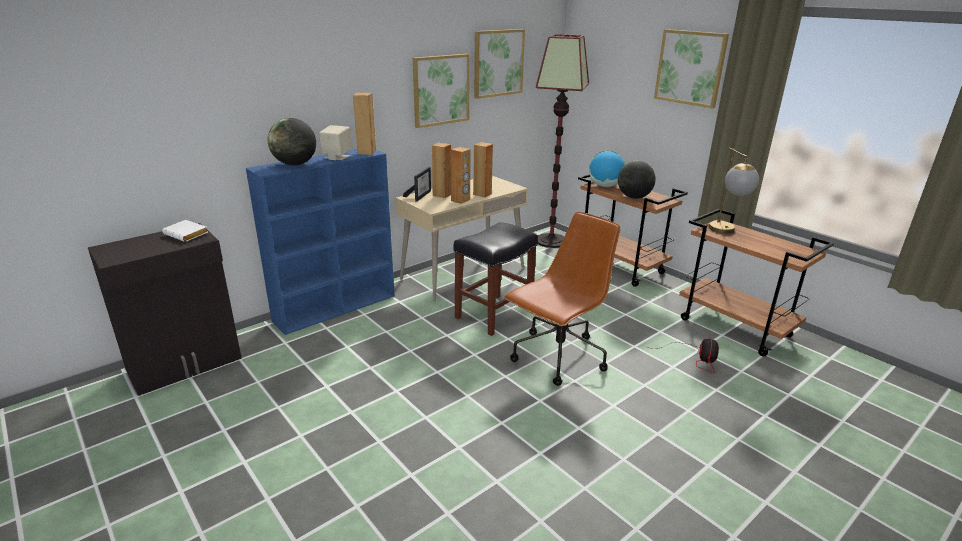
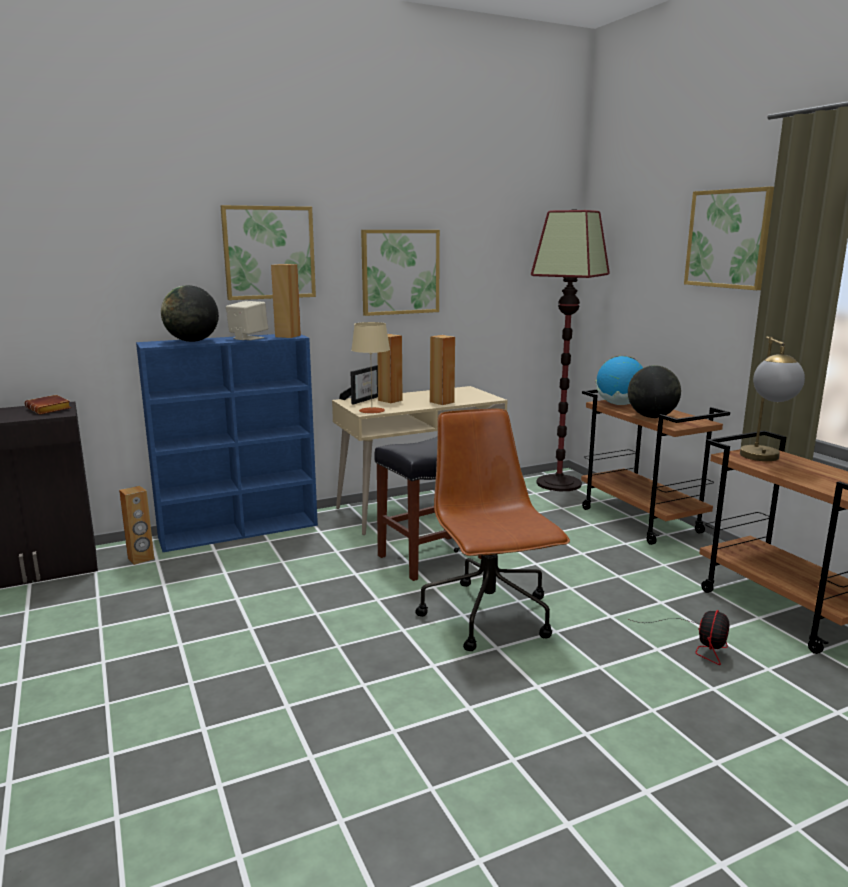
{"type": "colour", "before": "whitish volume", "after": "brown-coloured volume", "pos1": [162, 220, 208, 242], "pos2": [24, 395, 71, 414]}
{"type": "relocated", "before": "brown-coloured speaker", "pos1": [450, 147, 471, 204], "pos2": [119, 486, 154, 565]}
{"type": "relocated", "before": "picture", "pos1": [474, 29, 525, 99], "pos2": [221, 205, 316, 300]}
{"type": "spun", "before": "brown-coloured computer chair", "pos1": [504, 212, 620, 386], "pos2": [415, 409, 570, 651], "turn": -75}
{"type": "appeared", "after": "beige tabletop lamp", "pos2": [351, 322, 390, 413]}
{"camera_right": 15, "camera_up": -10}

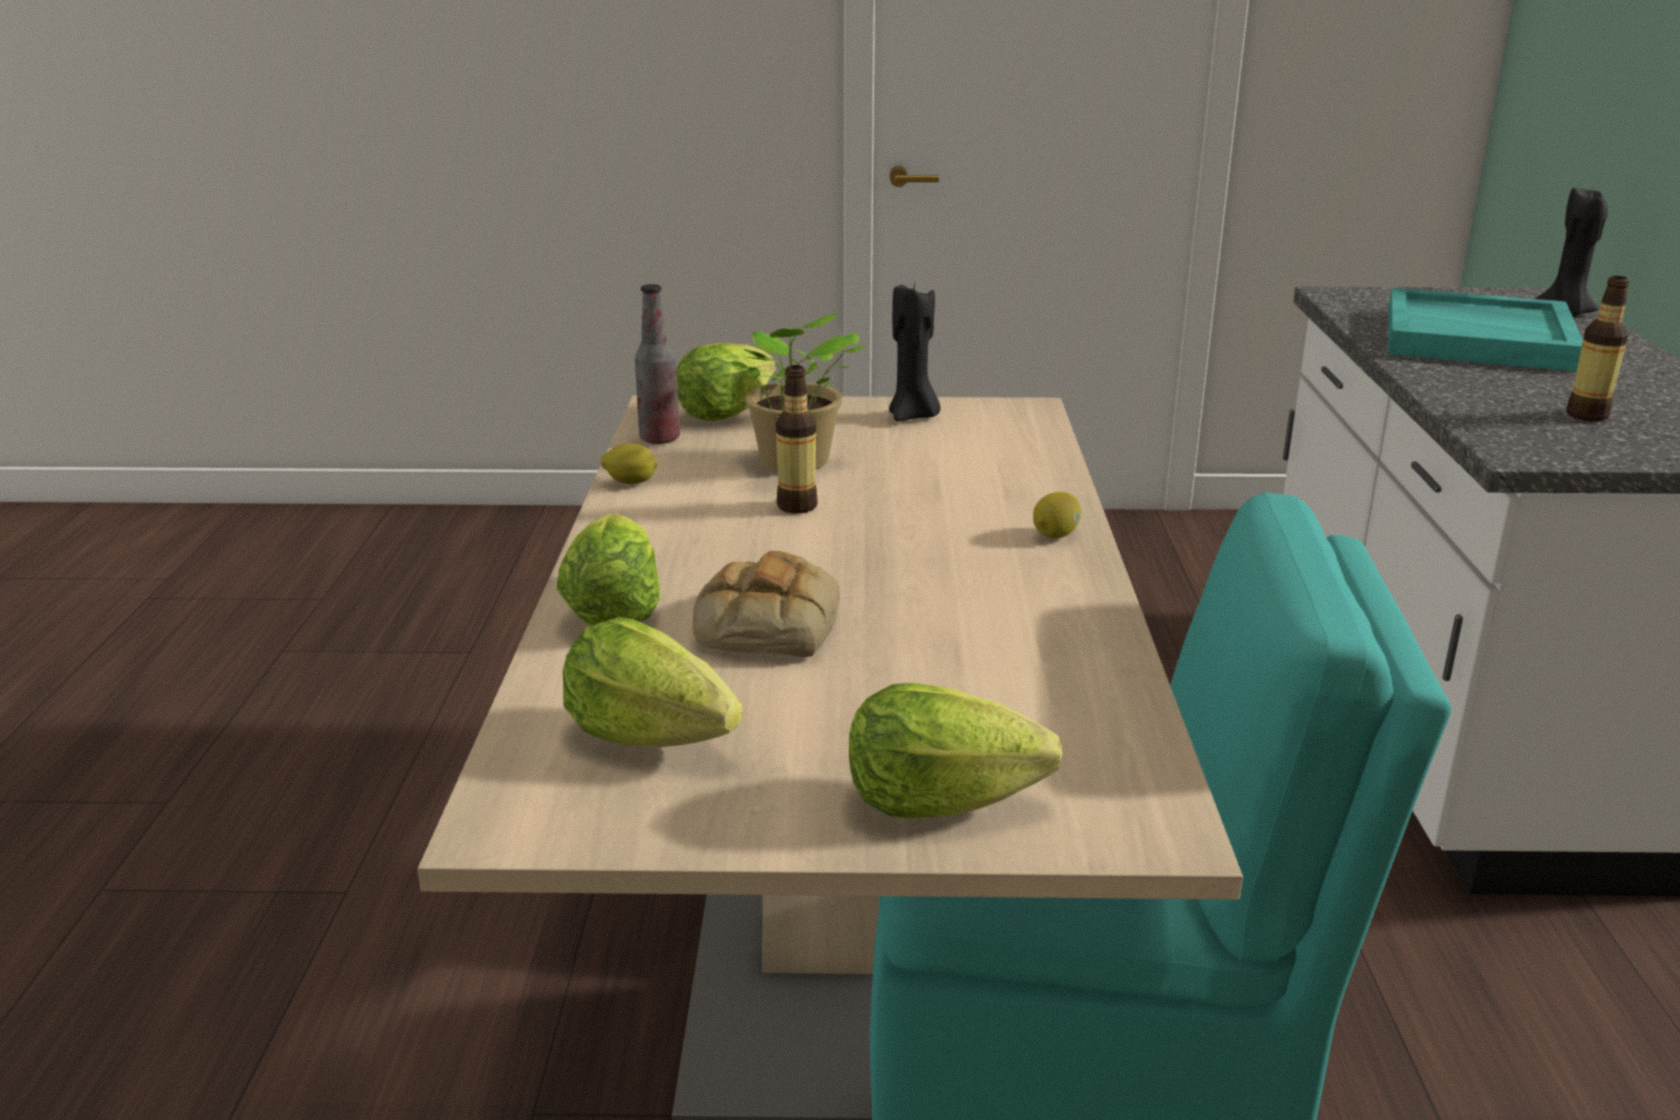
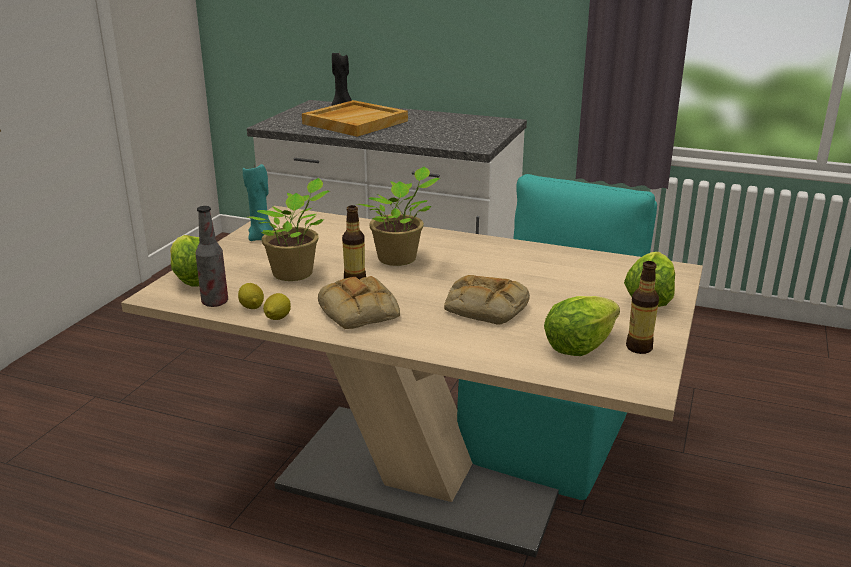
{"type": "missing", "before": "lettuce head", "pos1": [557, 513, 660, 625]}
{"type": "colour", "before": "black-coloured wax light", "after": "blue-green wax light", "pos1": [889, 280, 941, 421], "pos2": [243, 164, 273, 241]}
{"type": "relocated", "before": "lemon", "pos1": [1033, 492, 1081, 538], "pos2": [238, 283, 264, 309]}
{"type": "colour", "before": "blue-green tray", "after": "beige tray", "pos1": [1388, 288, 1583, 372], "pos2": [302, 100, 408, 137]}
{"type": "relocated", "before": "bottle", "pos1": [1567, 276, 1630, 422], "pos2": [626, 261, 659, 354]}
{"type": "appeared", "after": "bakery bread", "pos2": [318, 276, 400, 329]}
{"type": "appeared", "after": "plant in a pot", "pos2": [357, 166, 441, 266]}
{"camera_right": -70, "camera_up": 0}

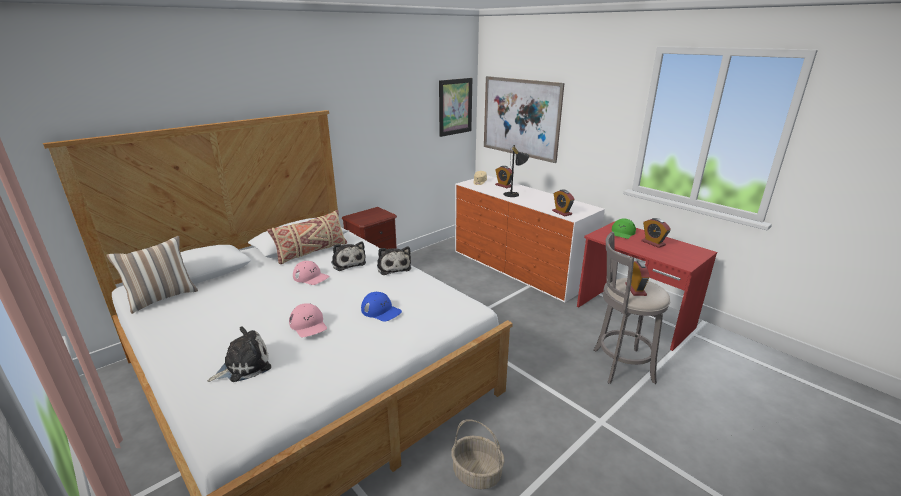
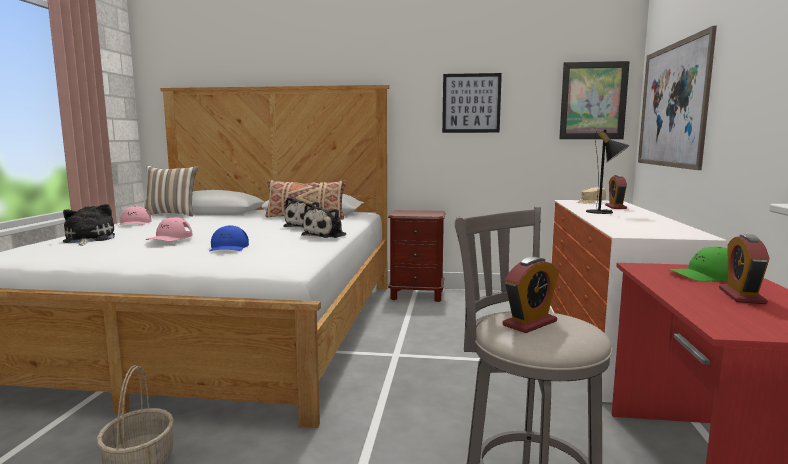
{"type": "spun", "before": "plush toy", "pos1": [207, 326, 271, 382], "pos2": [63, 204, 115, 246], "turn": -120}
{"type": "relocated", "before": "pink-coloured cap", "pos1": [293, 261, 329, 285], "pos2": [120, 206, 152, 225]}
{"type": "missing", "before": "table clock", "pos1": [552, 189, 575, 216]}
{"type": "appeared", "after": "picture", "pos2": [442, 73, 502, 133]}
{"camera_right": 50, "camera_up": -15}

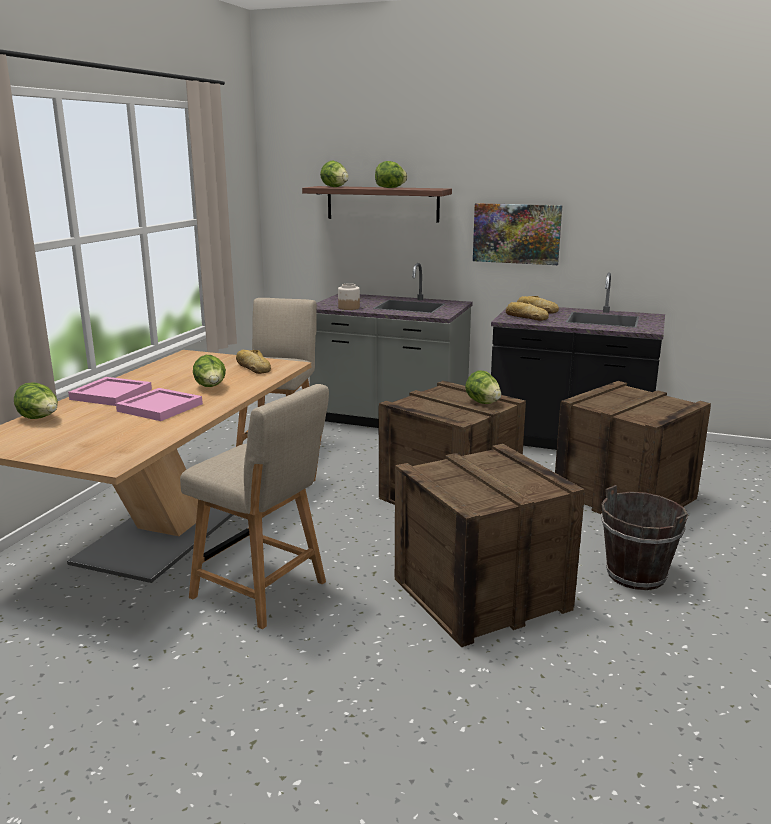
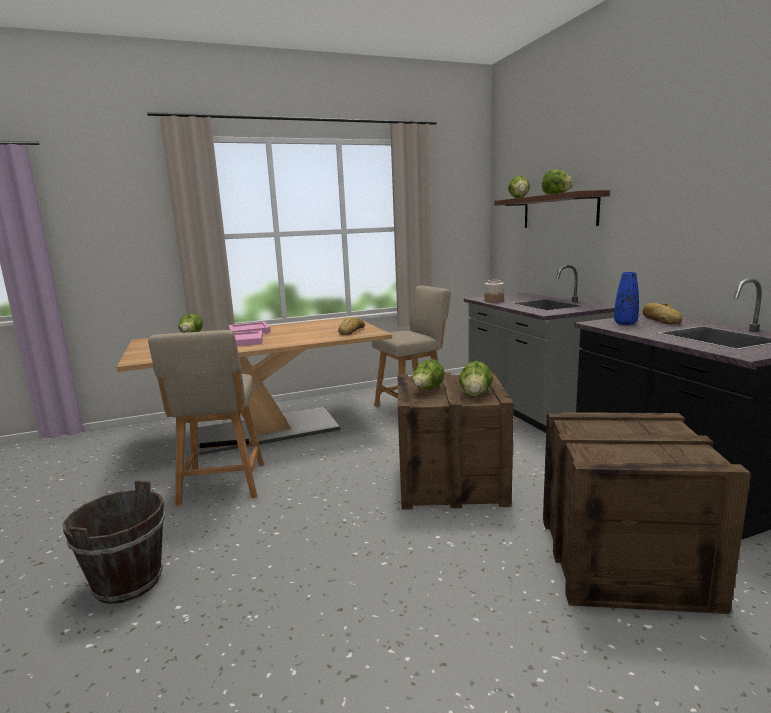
{"type": "relocated", "before": "lettuce head", "pos1": [193, 355, 226, 387], "pos2": [412, 359, 445, 390]}
{"type": "missing", "before": "crate", "pos1": [395, 444, 585, 647]}
{"type": "missing", "before": "picture", "pos1": [473, 203, 563, 265]}
{"type": "exchanged", "before": "bakery bread", "after": "bluish vase", "pos1": [506, 302, 549, 321], "pos2": [614, 272, 639, 325]}
{"type": "relocated", "before": "brown-coloured pail", "pos1": [601, 485, 688, 590], "pos2": [63, 480, 165, 604]}
{"camera_right": 50, "camera_up": -5}

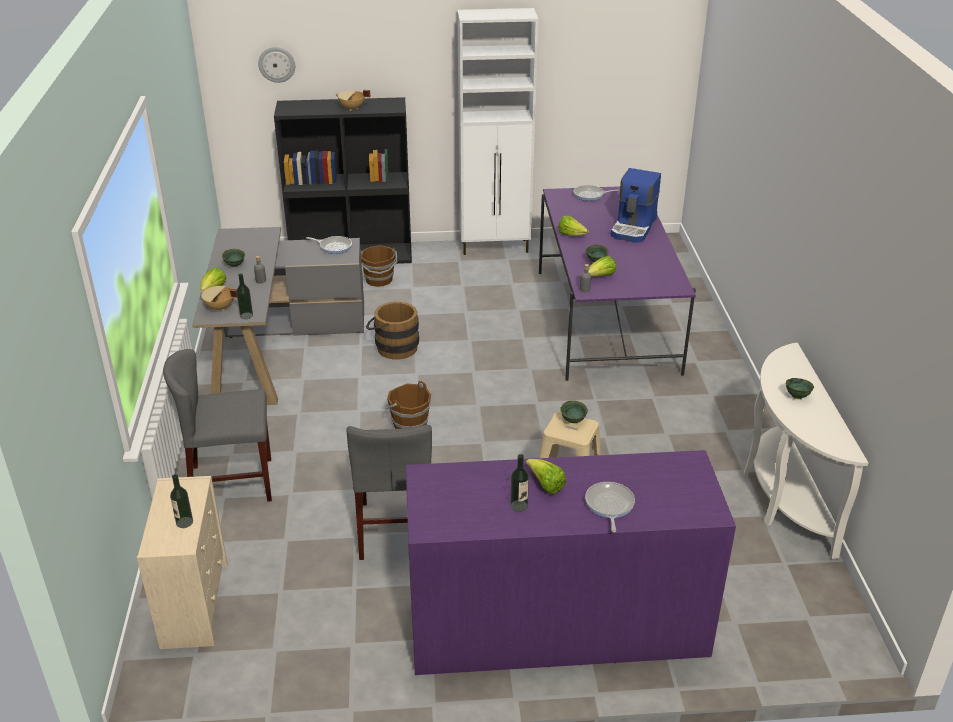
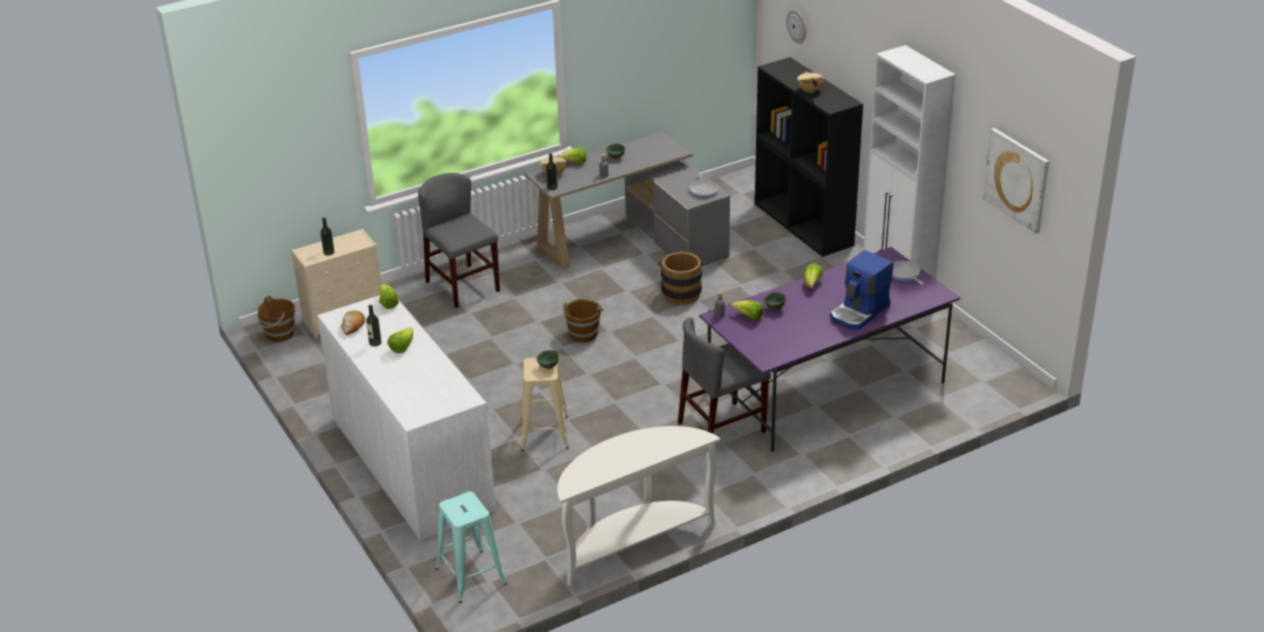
{"type": "relocated", "before": "greyish plain chair", "pos1": [346, 425, 432, 560], "pos2": [678, 317, 771, 434]}
{"type": "relocated", "before": "brown-coloured pail", "pos1": [361, 245, 397, 287], "pos2": [257, 296, 295, 342]}
{"type": "colour", "before": "purple dresser", "after": "whitish dresser", "pos1": [406, 450, 736, 675], "pos2": [317, 295, 496, 540]}
{"type": "missing", "before": "pan", "pos1": [585, 482, 635, 532]}
{"type": "spun", "before": "coffee maker", "pos1": [611, 168, 661, 243], "pos2": [830, 250, 893, 330], "turn": -45}
{"type": "missing", "before": "green-coloured deep dish", "pos1": [786, 378, 814, 399]}
{"type": "appeared", "after": "bakery bread", "pos2": [341, 311, 365, 335]}
{"type": "appeared", "after": "lettuce head", "pos2": [379, 284, 399, 309]}
{"type": "appeared", "after": "blue-green stool", "pos2": [435, 491, 507, 603]}
{"type": "appeared", "after": "picture", "pos2": [983, 128, 1049, 233]}
{"camera_right": 65, "camera_up": 0}

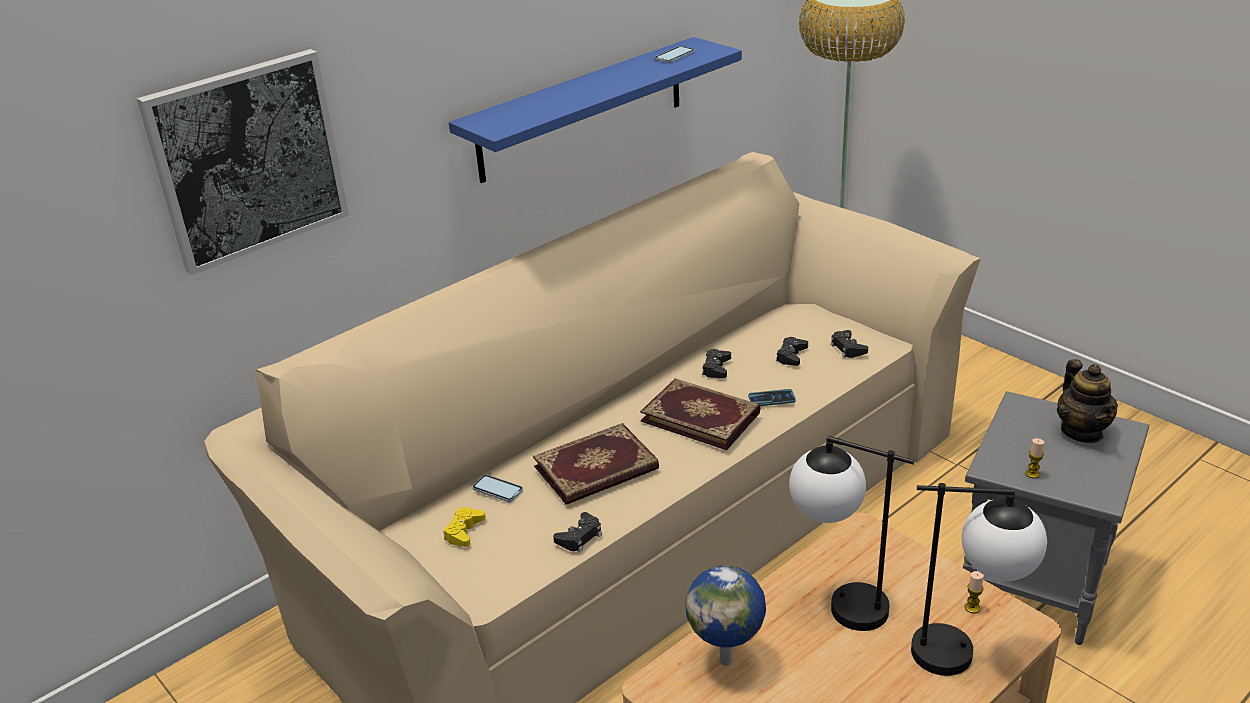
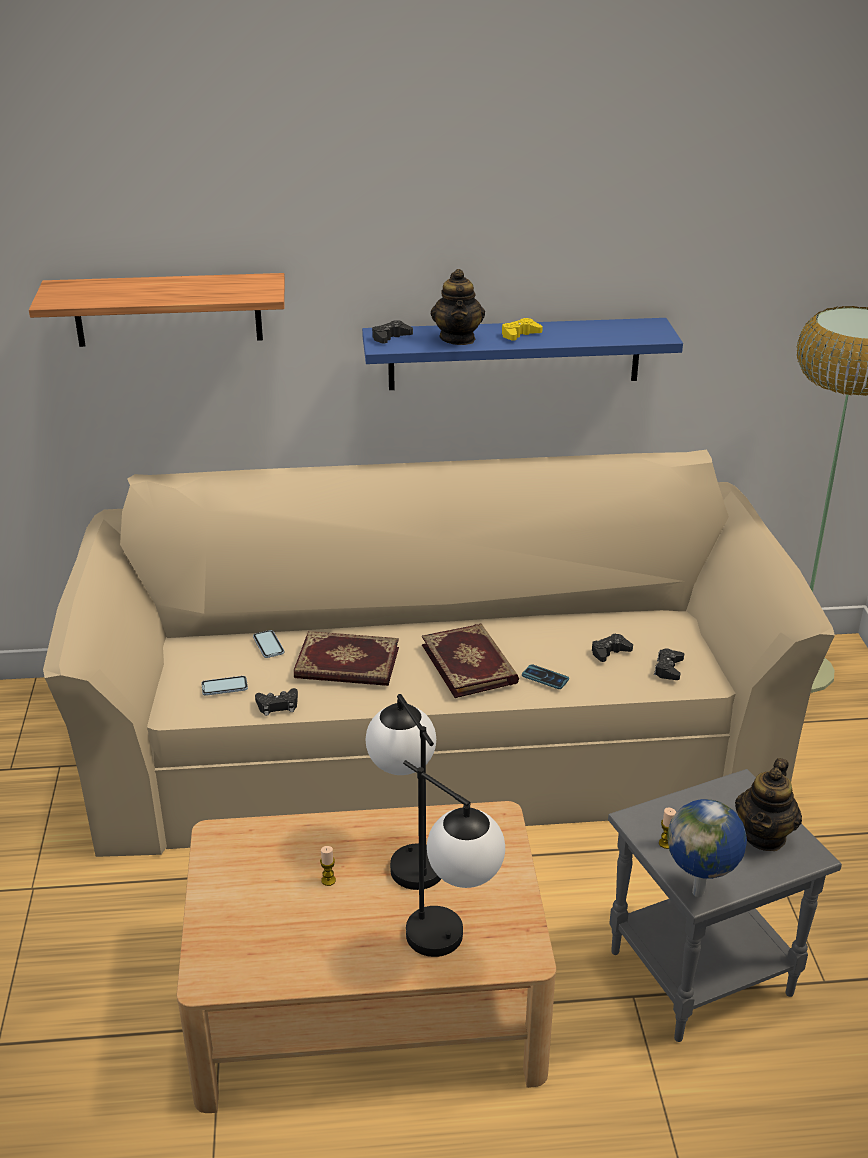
{"type": "exchanged", "before": "picture", "after": "shelf", "pos1": [137, 49, 349, 275], "pos2": [29, 273, 285, 347]}
{"type": "relocated", "before": "yellow-coloured joypad", "pos1": [443, 507, 486, 547], "pos2": [502, 318, 543, 341]}
{"type": "relocated", "before": "handset", "pos1": [654, 46, 695, 63], "pos2": [201, 676, 248, 696]}
{"type": "relocated", "before": "world globe", "pos1": [686, 565, 766, 666], "pos2": [667, 799, 747, 897]}
{"type": "relocated", "before": "black-coloured joypad", "pos1": [702, 349, 731, 378], "pos2": [372, 320, 413, 344]}
{"type": "relocated", "before": "wax light", "pos1": [965, 571, 984, 613], "pos2": [320, 846, 336, 886]}
{"type": "appeared", "after": "tea pot", "pos2": [431, 269, 485, 345]}
{"camera_right": 35, "camera_up": 0}

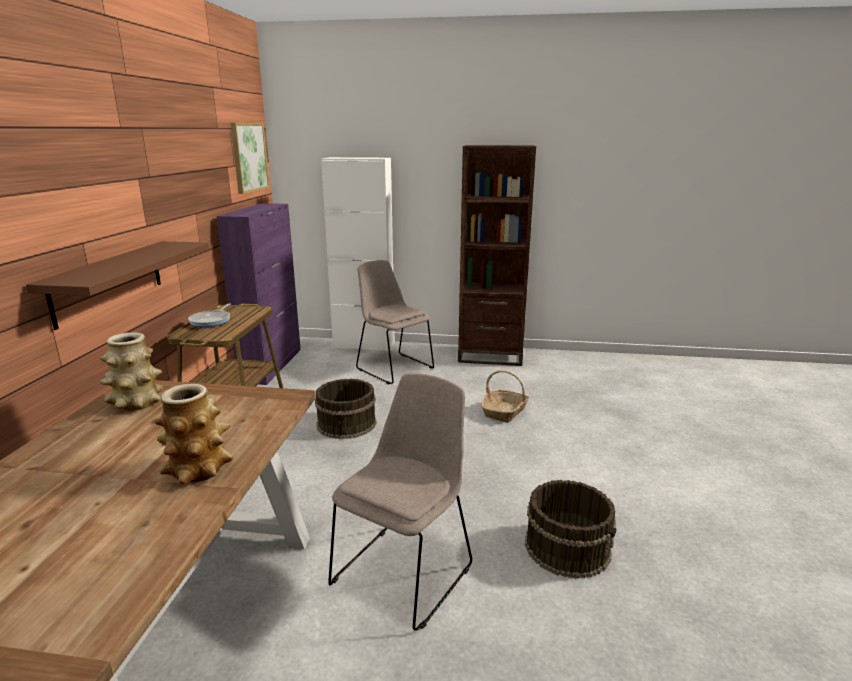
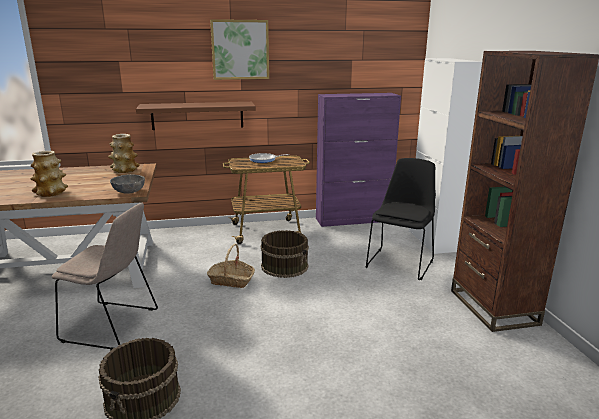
{"type": "relocated", "before": "picture", "pos1": [231, 123, 270, 194], "pos2": [210, 19, 269, 80]}
{"type": "colour", "before": "beige plain chair", "after": "black-coloured plain chair", "pos1": [356, 260, 434, 384], "pos2": [366, 158, 436, 280]}
{"type": "relocated", "before": "basket", "pos1": [481, 370, 529, 423], "pos2": [207, 244, 255, 288]}
{"type": "appeared", "after": "greyish deep dish", "pos2": [110, 174, 145, 194]}
{"camera_right": 70, "camera_up": 0}

